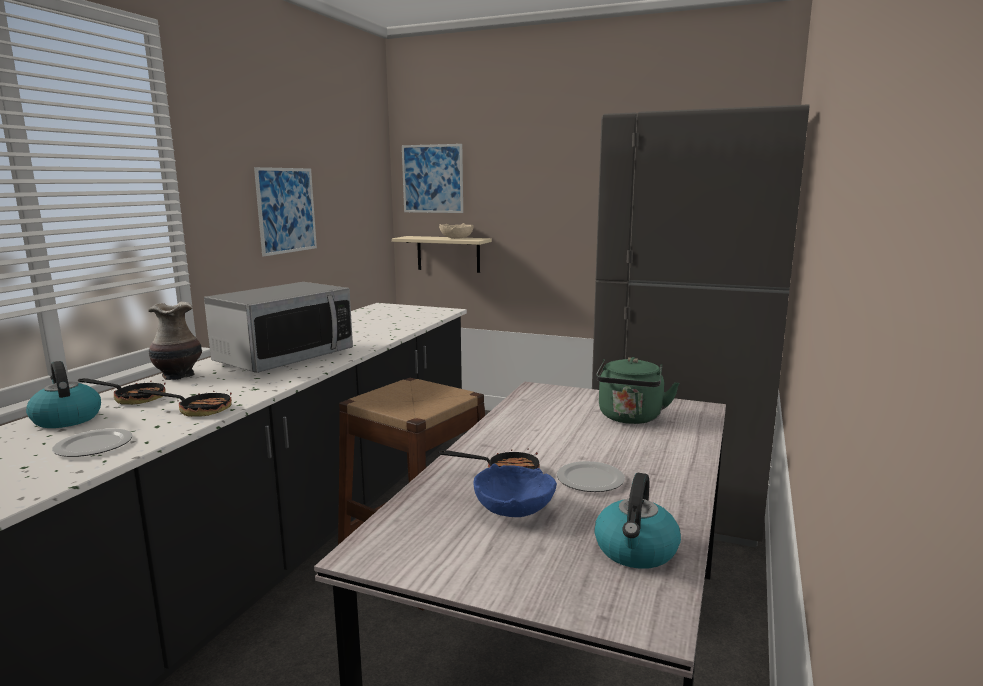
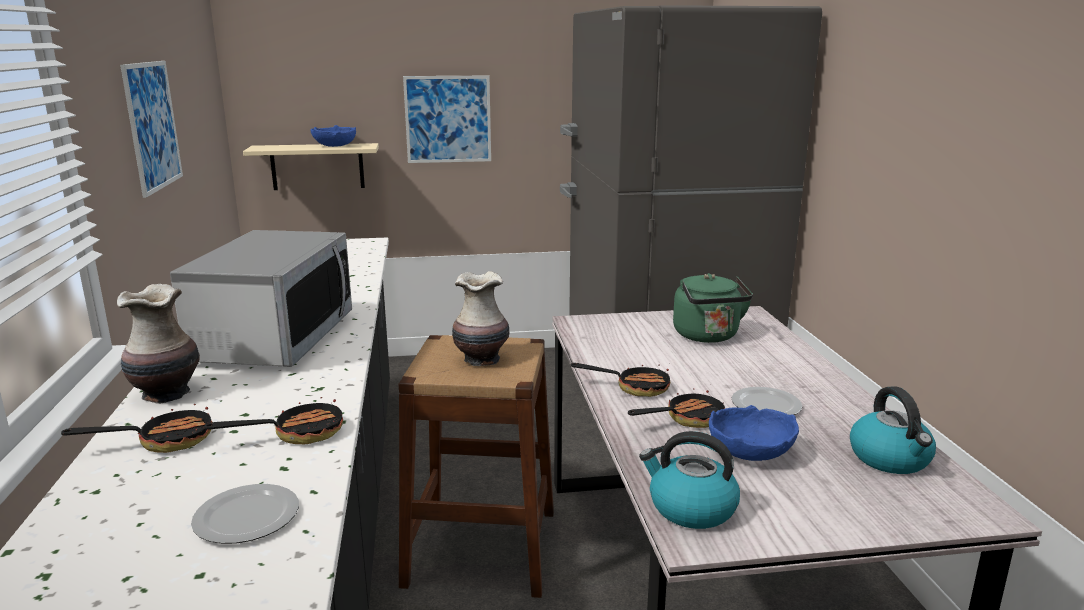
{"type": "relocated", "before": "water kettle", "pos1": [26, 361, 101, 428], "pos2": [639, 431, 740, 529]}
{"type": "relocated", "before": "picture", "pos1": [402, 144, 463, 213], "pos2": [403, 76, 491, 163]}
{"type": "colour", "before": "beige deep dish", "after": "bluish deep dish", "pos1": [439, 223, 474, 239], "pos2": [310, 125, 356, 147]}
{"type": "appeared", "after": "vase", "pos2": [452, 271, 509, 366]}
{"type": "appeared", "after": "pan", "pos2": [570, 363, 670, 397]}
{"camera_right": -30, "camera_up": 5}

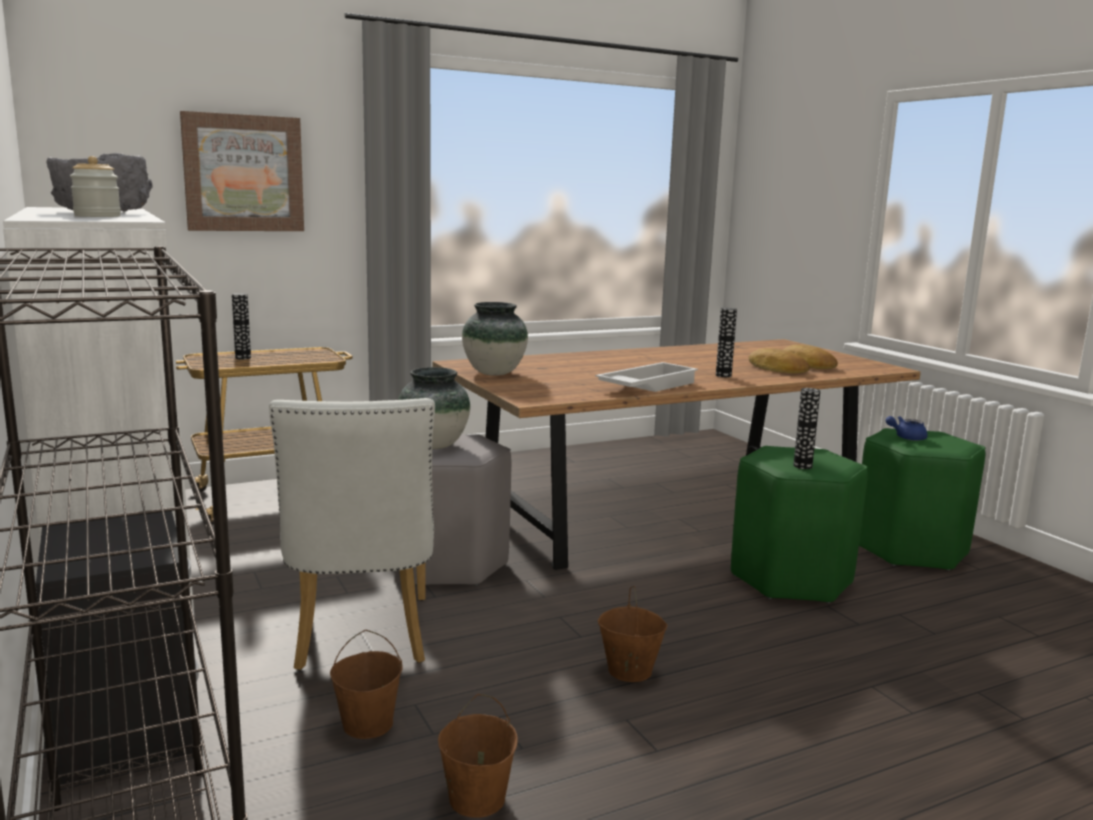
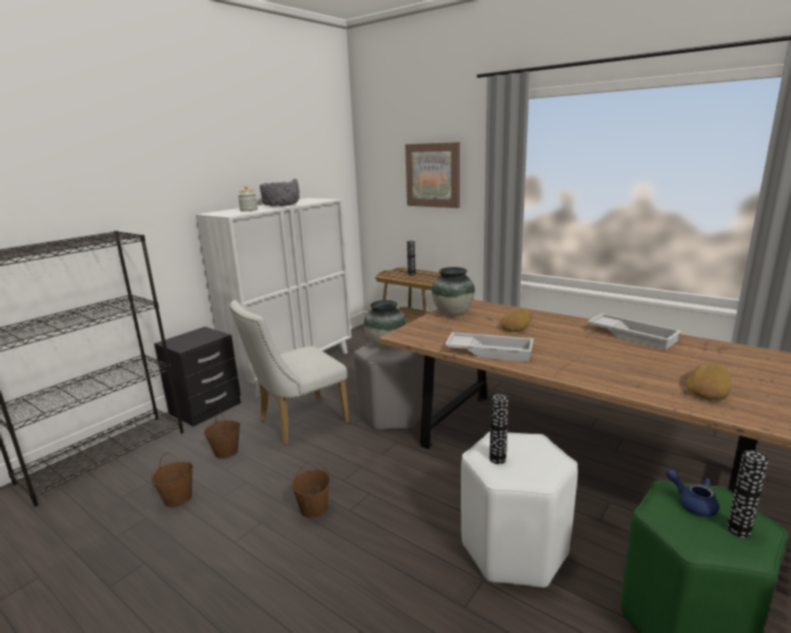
{"type": "relocated", "before": "vase", "pos1": [716, 308, 737, 378], "pos2": [727, 450, 769, 538]}
{"type": "colour", "before": "green-coloured stool", "after": "whitish stool", "pos1": [731, 446, 868, 603], "pos2": [461, 432, 578, 588]}
{"type": "relocated", "before": "bakery bread", "pos1": [749, 348, 810, 373], "pos2": [501, 308, 532, 332]}
{"type": "appeared", "after": "whitish tray", "pos2": [587, 313, 682, 350]}
{"camera_right": 65, "camera_up": 5}

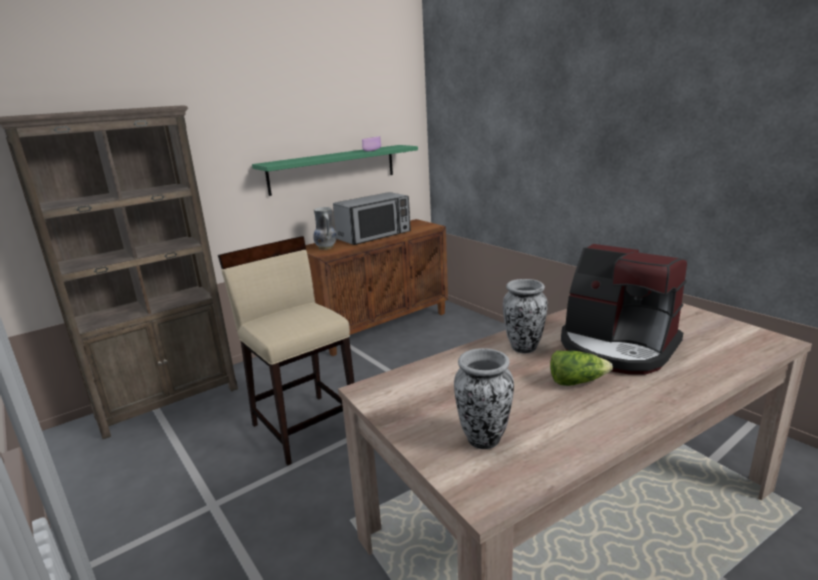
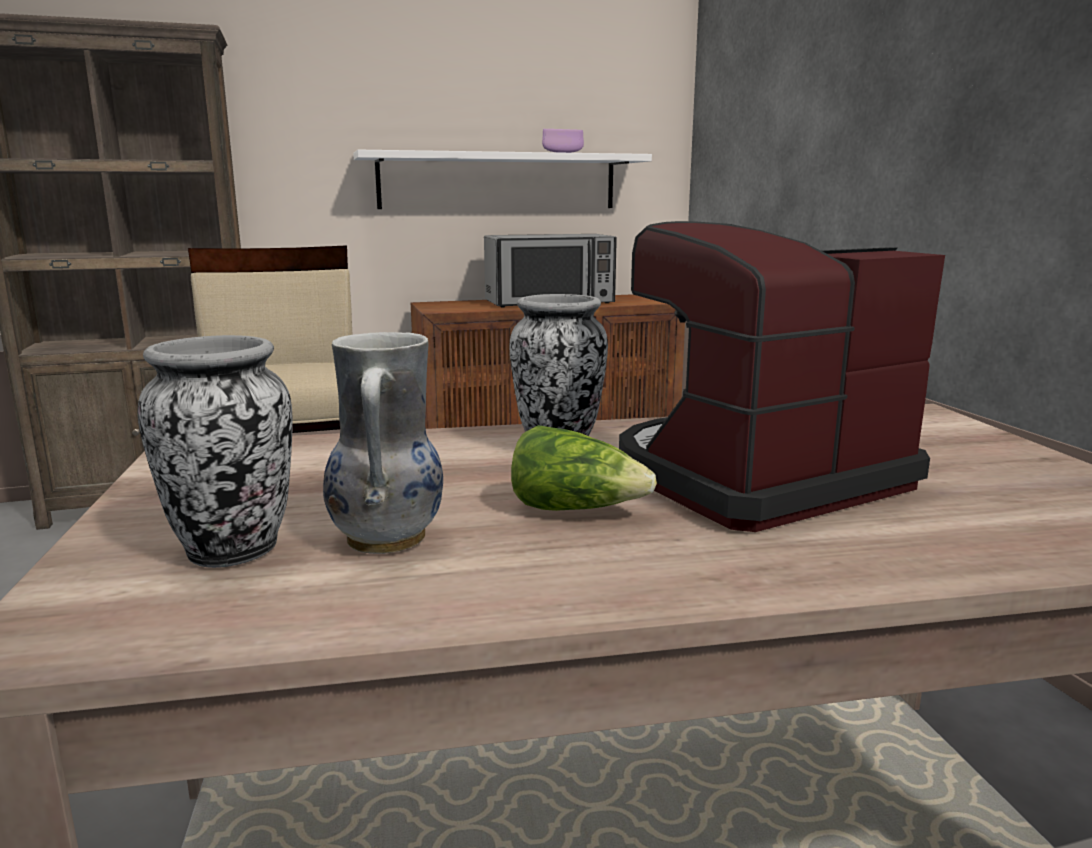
{"type": "colour", "before": "green-coloured shelf", "after": "whitish shelf", "pos1": [252, 145, 418, 196], "pos2": [353, 150, 652, 209]}
{"type": "relocated", "before": "vase", "pos1": [313, 207, 336, 250], "pos2": [323, 332, 443, 554]}
{"type": "spun", "before": "coffee maker", "pos1": [561, 244, 687, 375], "pos2": [619, 221, 945, 532], "turn": 90}
{"camera_right": 20, "camera_up": -5}

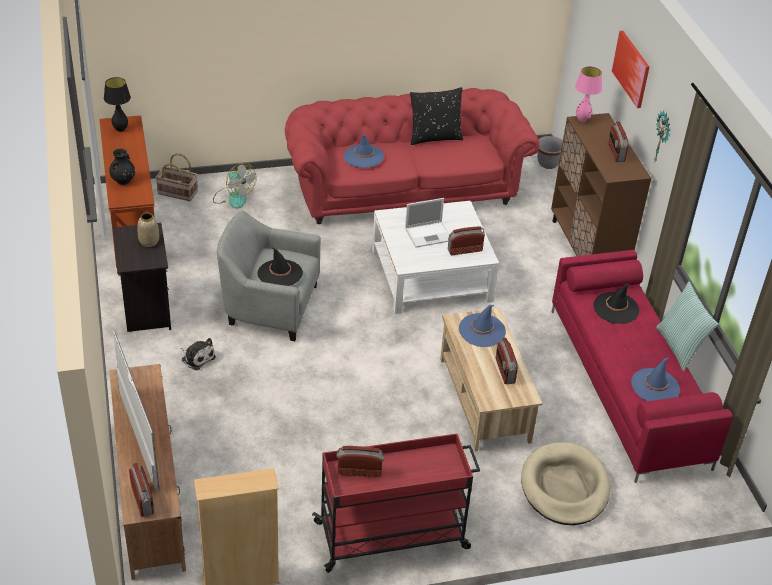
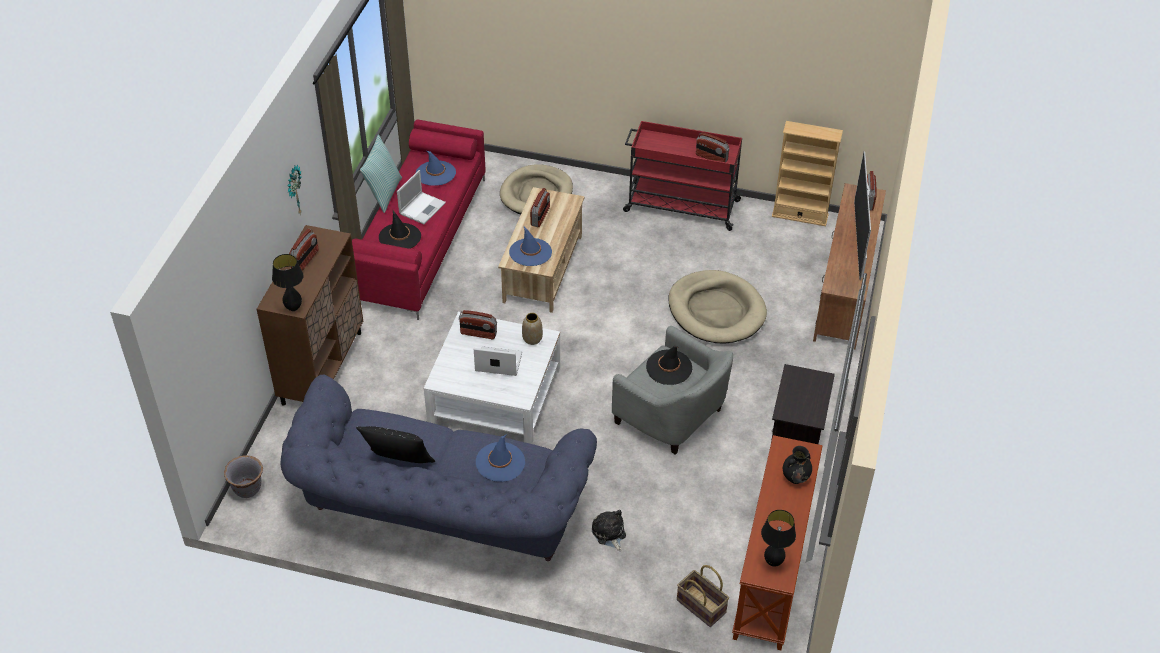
{"type": "relocated", "before": "vase", "pos1": [137, 213, 159, 247], "pos2": [522, 313, 543, 345]}
{"type": "relocated", "before": "plush toy", "pos1": [180, 338, 216, 370], "pos2": [592, 510, 626, 551]}
{"type": "missing", "before": "electric fan", "pos1": [213, 163, 257, 209]}
{"type": "colour", "before": "red couch", "after": "bluish couch", "pos1": [285, 88, 540, 224], "pos2": [281, 375, 597, 561]}
{"type": "colour", "before": "pink-coloured tabletop lamp", "after": "black-coloured tabletop lamp", "pos1": [575, 66, 602, 122], "pos2": [272, 254, 303, 311]}
{"type": "missing", "before": "picture", "pos1": [612, 31, 650, 108]}
{"type": "appeared", "after": "notebook computer", "pos2": [397, 170, 446, 224]}
{"type": "appeared", "after": "beige pet bed", "pos2": [668, 270, 767, 343]}
{"camera_right": -150, "camera_up": 5}

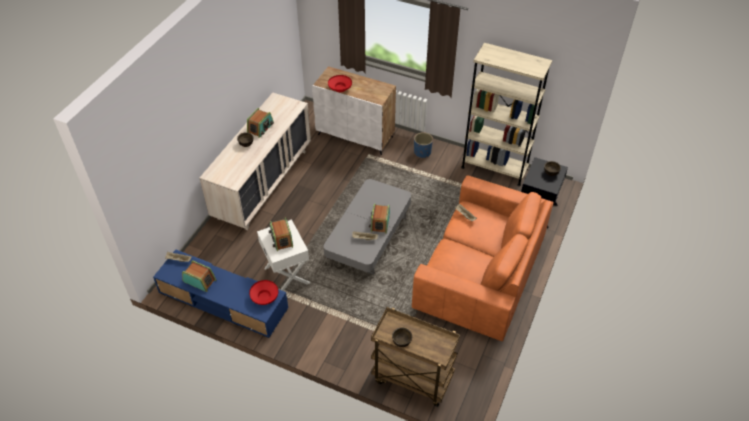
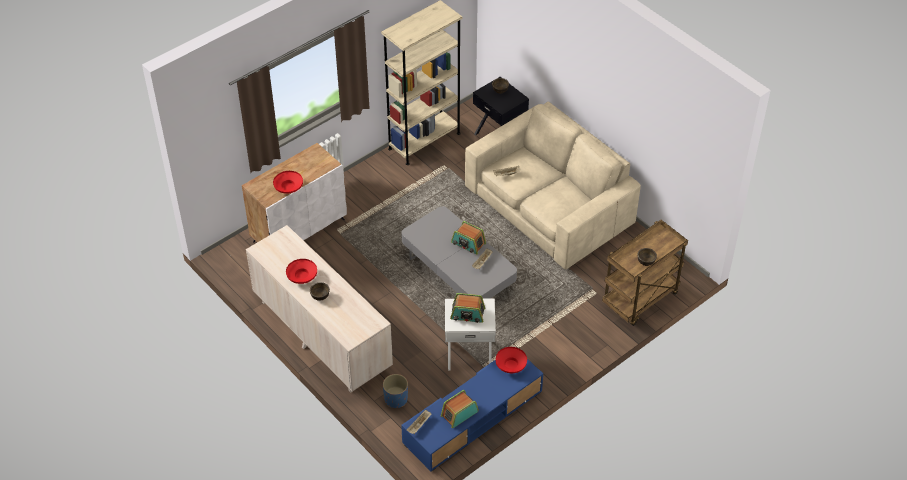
{"type": "exchanged", "before": "radio set", "after": "red deep dish", "pos1": [247, 108, 274, 138], "pos2": [286, 259, 317, 284]}
{"type": "colour", "before": "orange-coloured couch", "after": "beige couch", "pos1": [412, 175, 553, 341], "pos2": [465, 102, 641, 269]}
{"type": "relocated", "before": "bluish planter", "pos1": [414, 132, 433, 158], "pos2": [383, 374, 408, 408]}
{"camera_right": -65, "camera_up": 0}

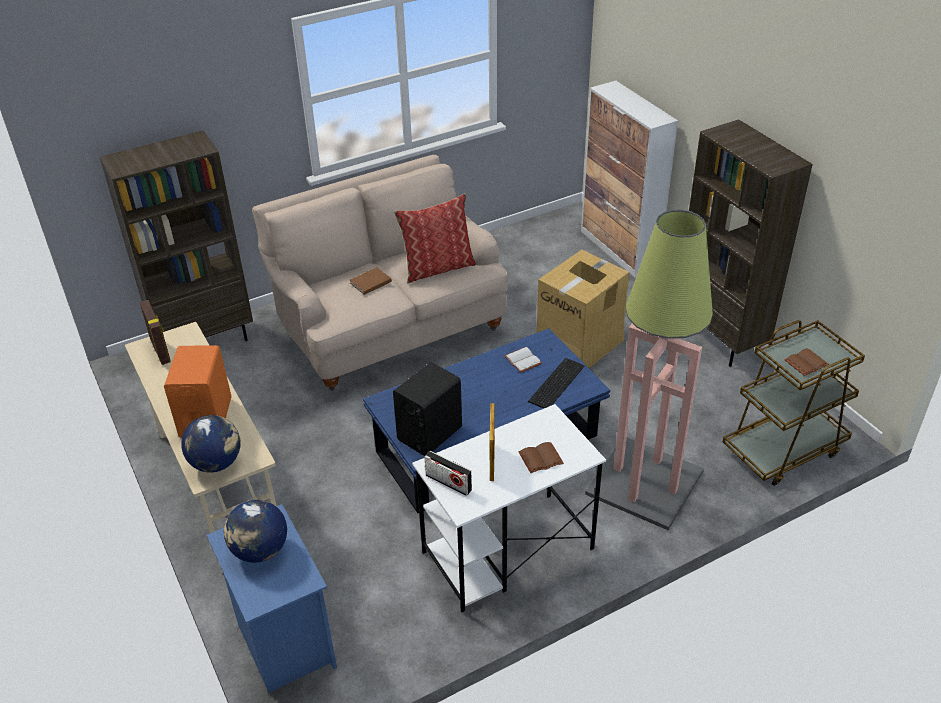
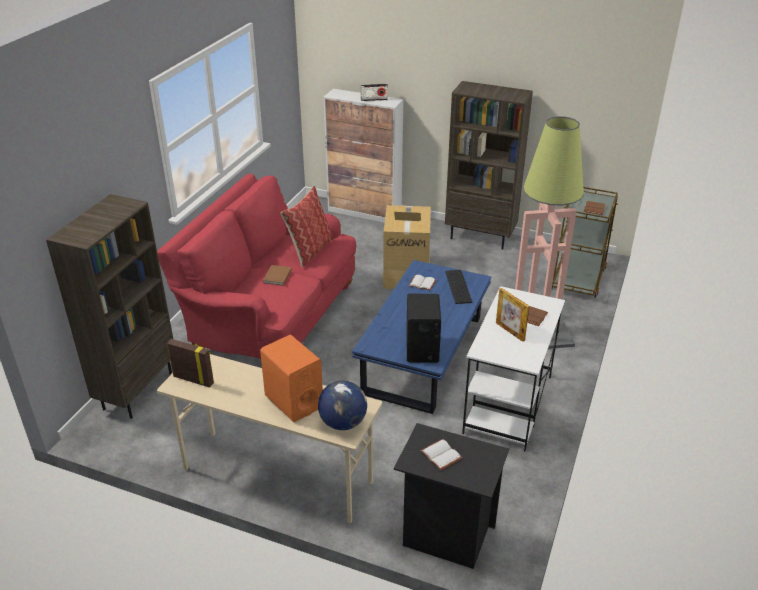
{"type": "colour", "before": "bluish nightstand", "after": "black-coloured nightstand", "pos1": [207, 504, 337, 693], "pos2": [394, 423, 509, 569]}
{"type": "exchanged", "before": "world globe", "after": "whitish volume", "pos1": [224, 500, 287, 563], "pos2": [421, 439, 462, 470]}
{"type": "colour", "before": "beige couch", "after": "red couch", "pos1": [252, 155, 508, 391], "pos2": [157, 174, 356, 359]}
{"type": "relocated", "before": "radio set", "pos1": [424, 451, 472, 496], "pos2": [361, 84, 388, 101]}
{"camera_right": -40, "camera_up": -5}

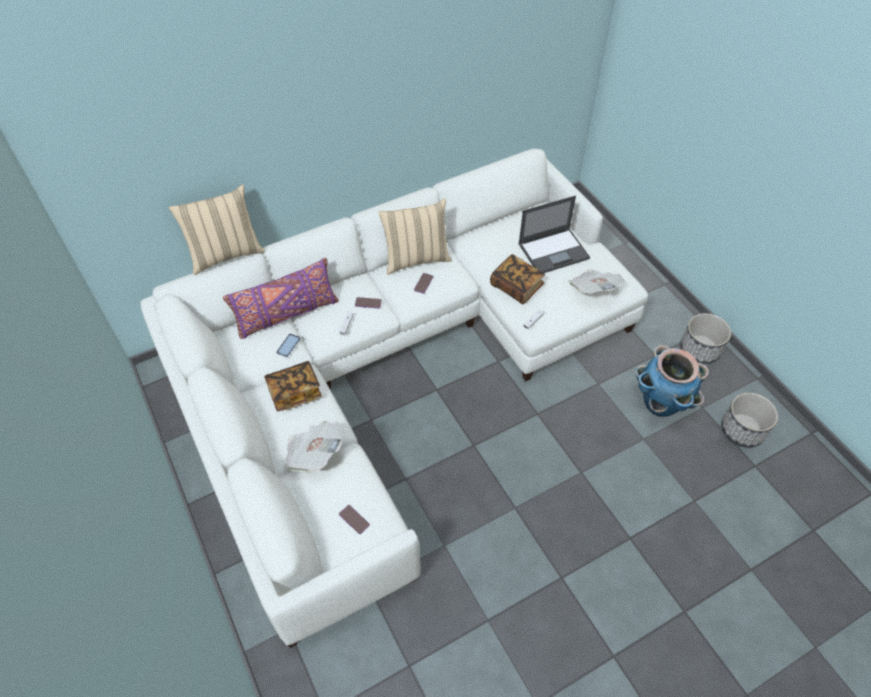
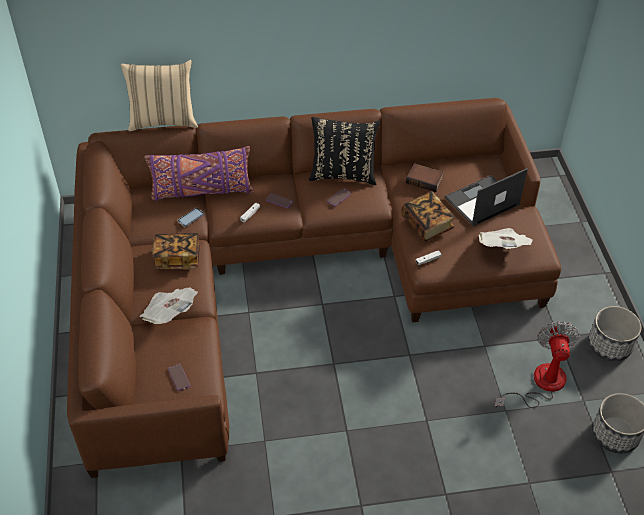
{"type": "colour", "before": "whitish couch", "after": "brown-coloured couch", "pos1": [141, 149, 648, 648], "pos2": [67, 98, 561, 478]}
{"type": "colour", "before": "beige cushion", "after": "black-coloured cushion", "pos1": [378, 198, 452, 275], "pos2": [309, 117, 380, 185]}
{"type": "spun", "before": "notebook computer", "pos1": [518, 196, 590, 273], "pos2": [444, 168, 528, 227], "turn": 150}
{"type": "exchanged", "before": "planter", "after": "electric fan", "pos1": [635, 345, 709, 417], "pos2": [495, 321, 580, 408]}
{"type": "appeared", "after": "volume", "pos2": [406, 163, 444, 192]}
{"camera_right": 20, "camera_up": -5}

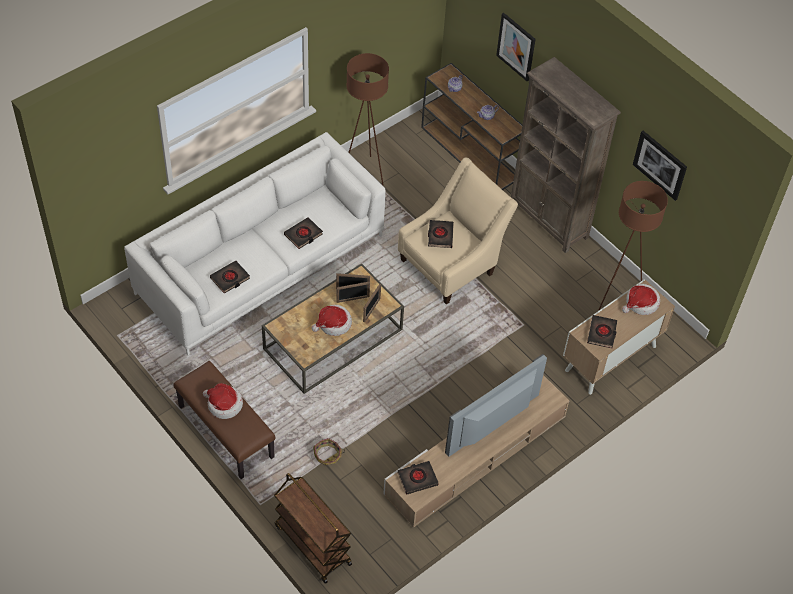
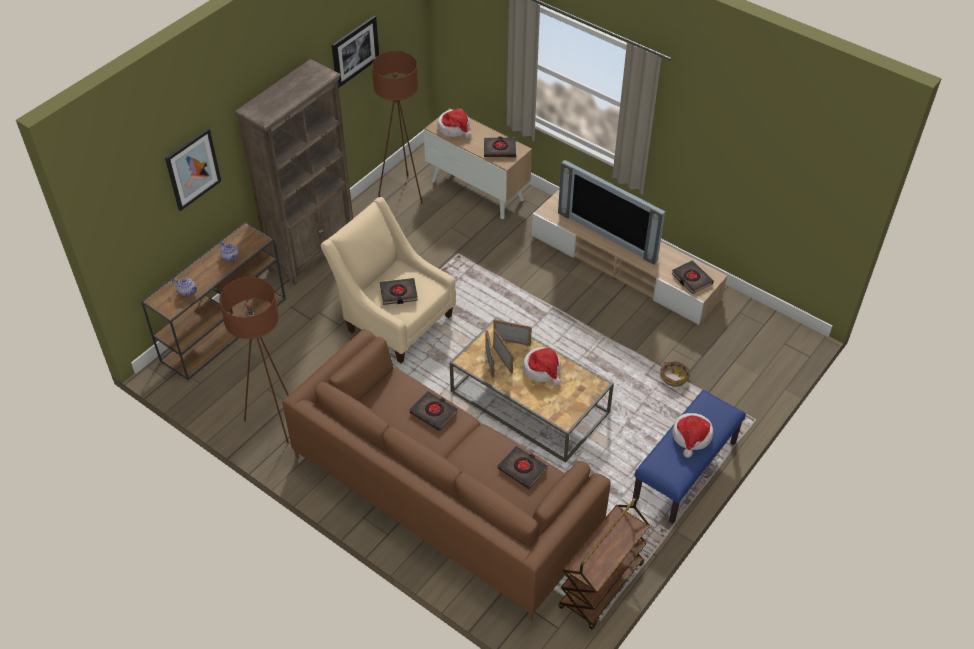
{"type": "colour", "before": "whitish couch", "after": "brown-coloured couch", "pos1": [124, 132, 386, 355], "pos2": [282, 330, 611, 621]}
{"type": "colour", "before": "brown-coloured indoor bench", "after": "bluish indoor bench", "pos1": [173, 361, 275, 479], "pos2": [633, 390, 746, 524]}
{"type": "relocated", "before": "brown-coloured trolley", "pos1": [274, 473, 352, 584], "pos2": [558, 498, 650, 630]}
{"camera_right": -100, "camera_up": -5}

